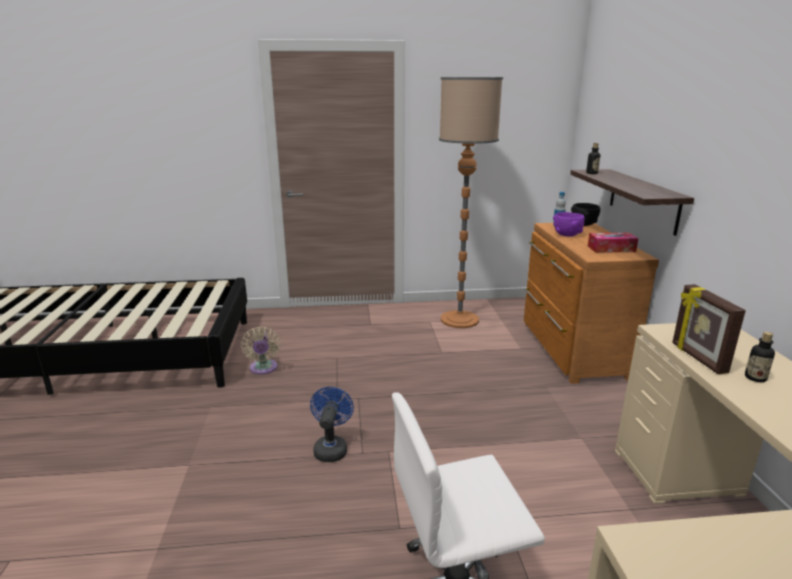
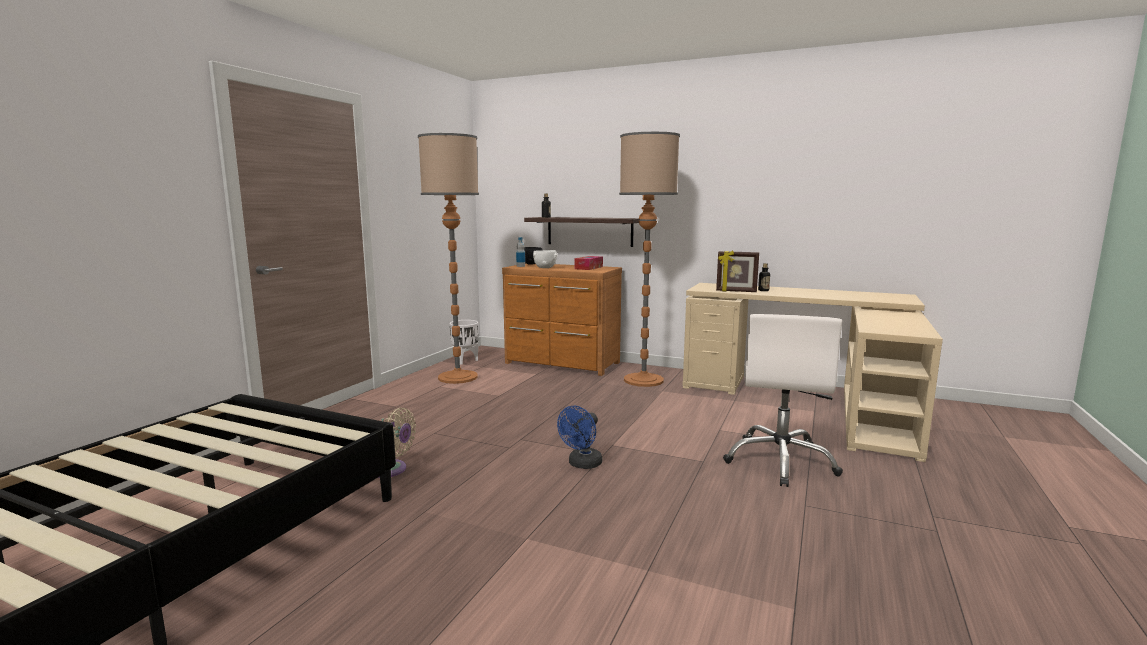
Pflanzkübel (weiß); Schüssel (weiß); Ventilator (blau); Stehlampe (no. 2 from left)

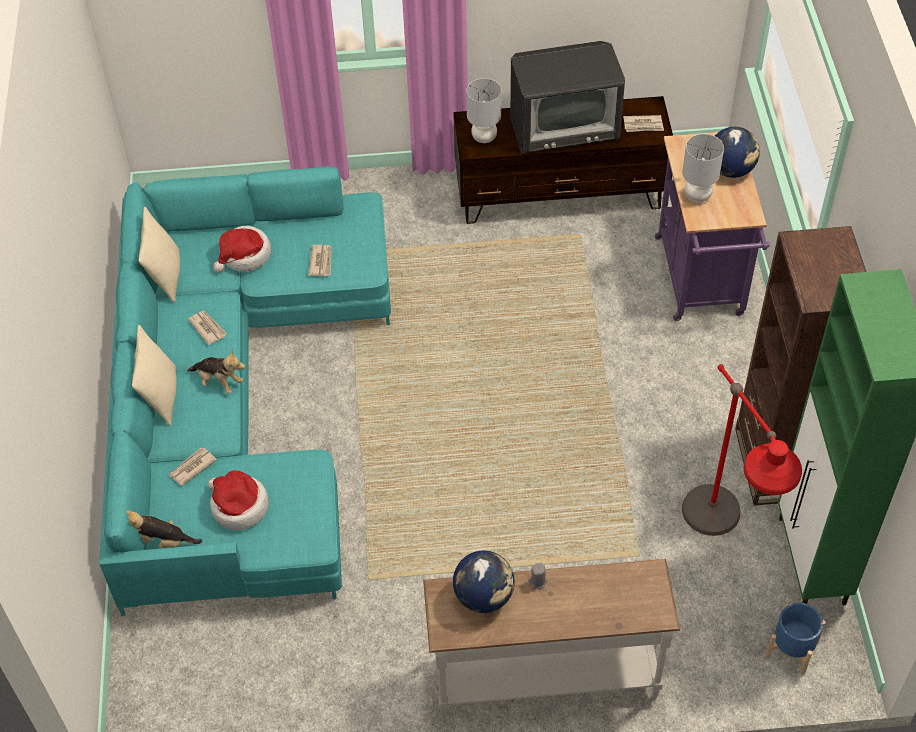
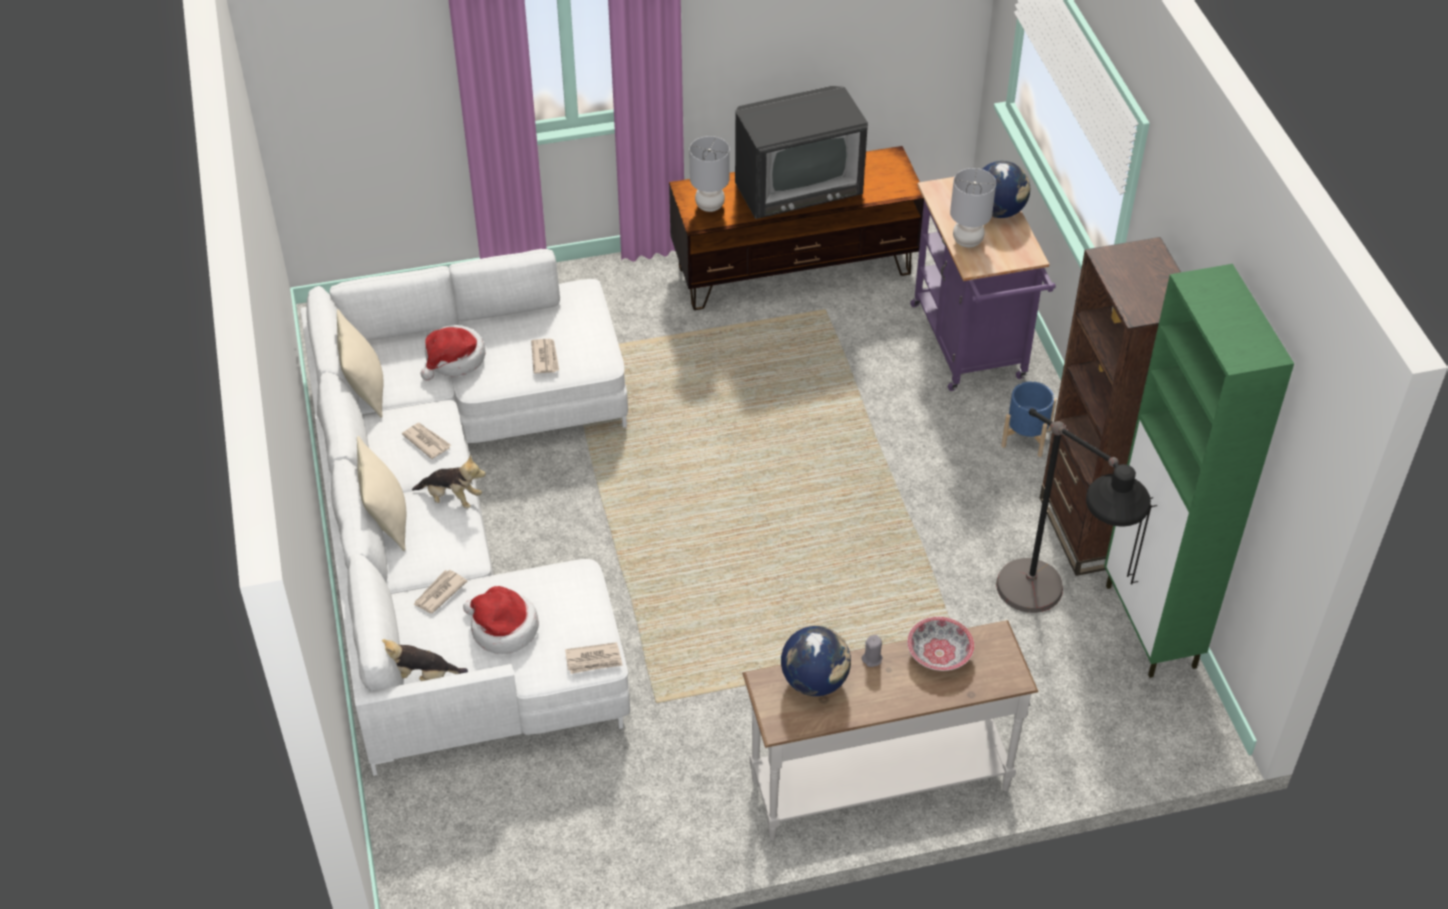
Sofa (weiß); Zeitung (no. 4 from left); Schüssel; Stehlampe (schwarz); Pflanzkübel (blau)

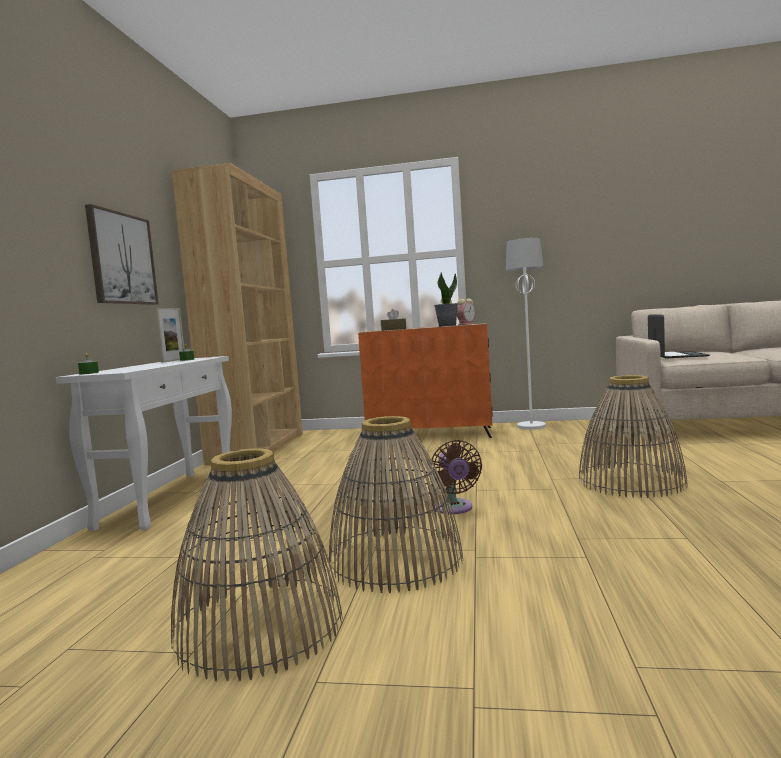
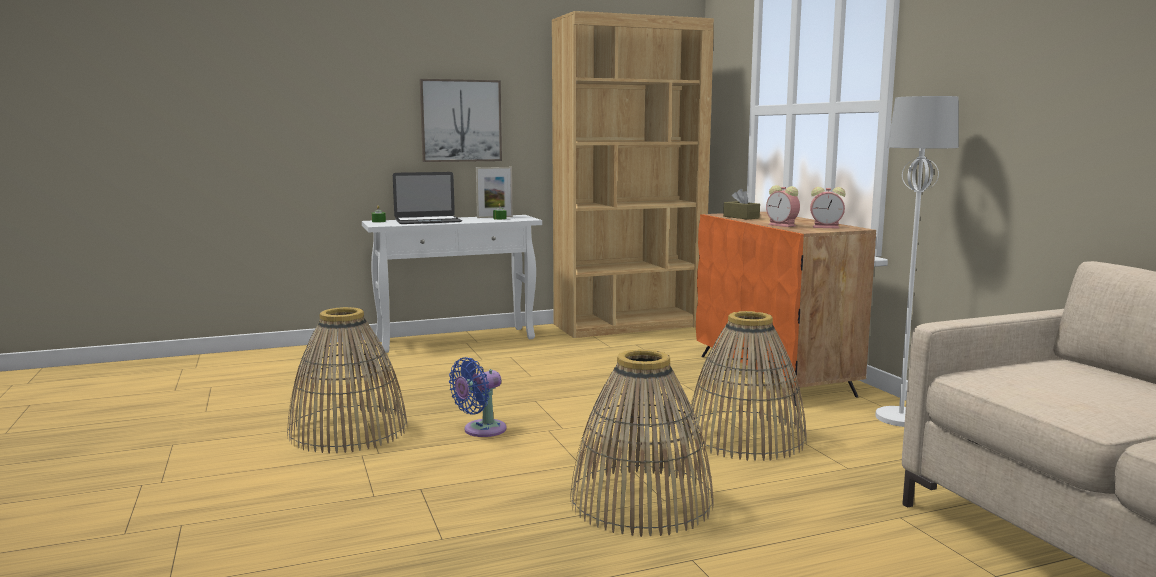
Laptop; Ventilator (blau); Korb (no. 3 from left); Wecker (no. 1 from left)

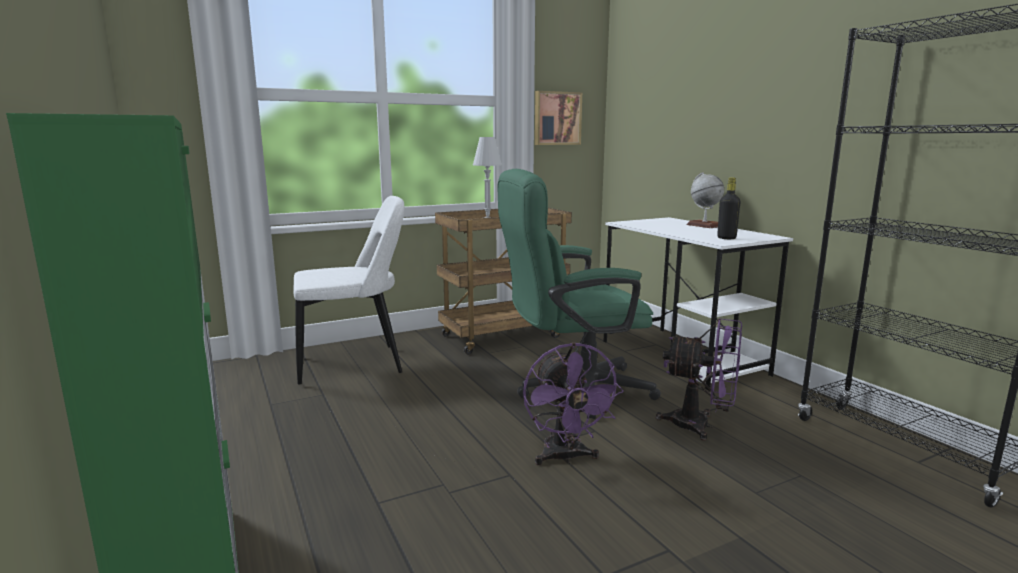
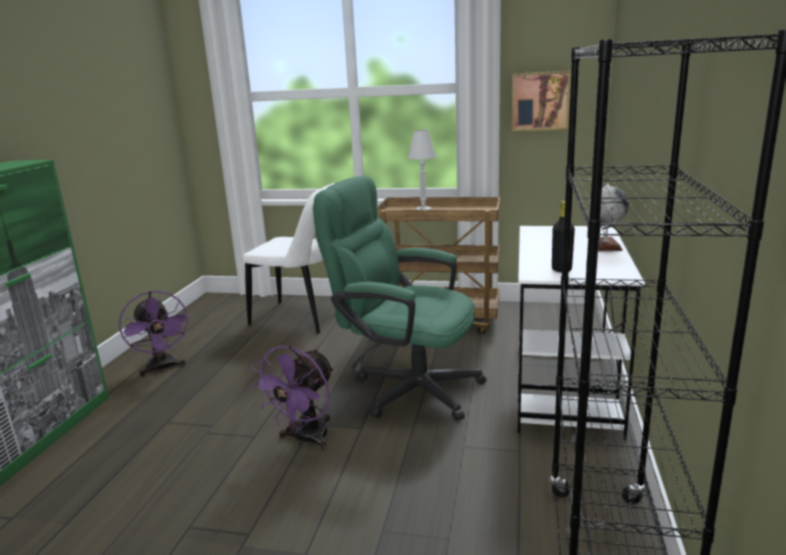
Ventilator (lila) (no. 1 from left)

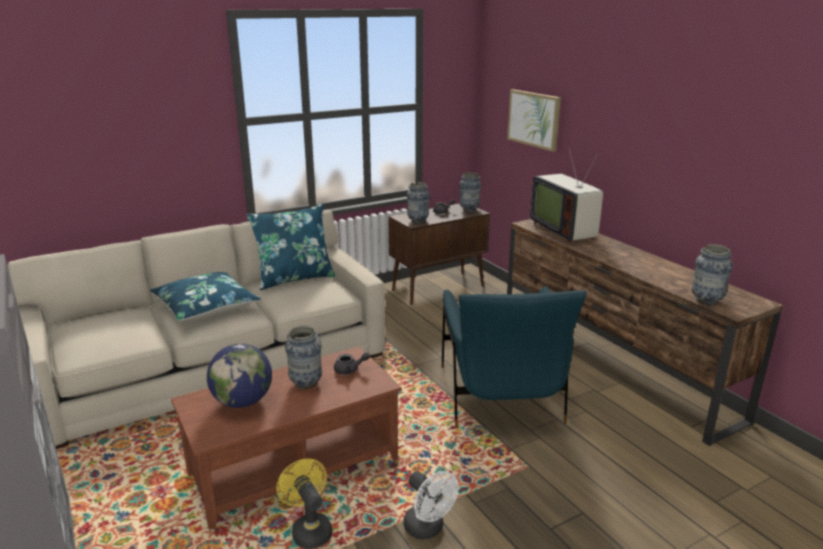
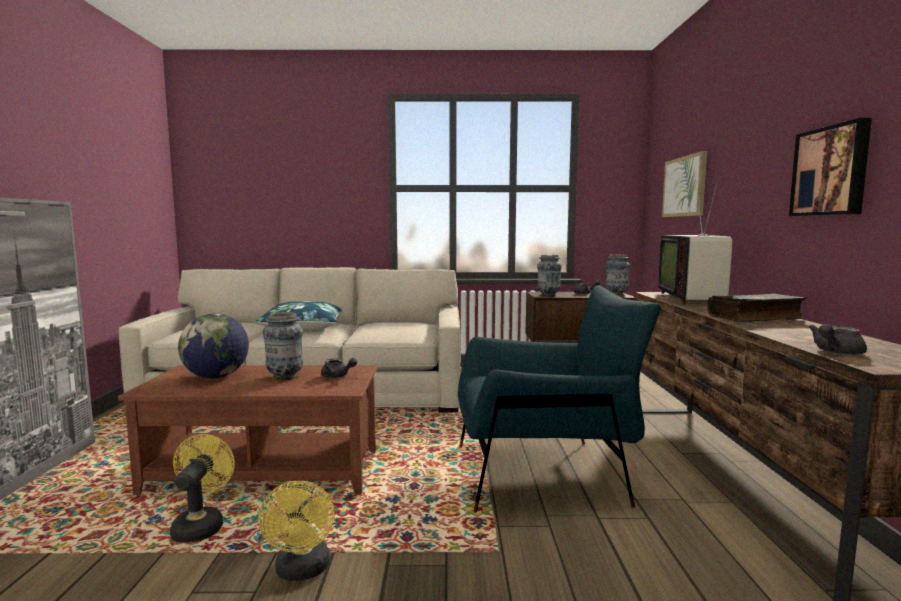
Ventilator (gelb) (no. 2 from left); Sessel (blau); Buch; Bild (no. 2 from left); Teekanne (grau) (no. 3 from left); Kissen (blau) (no. 2 from left in the first image)

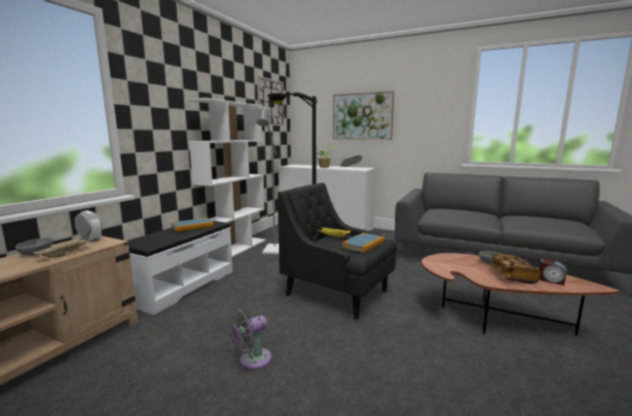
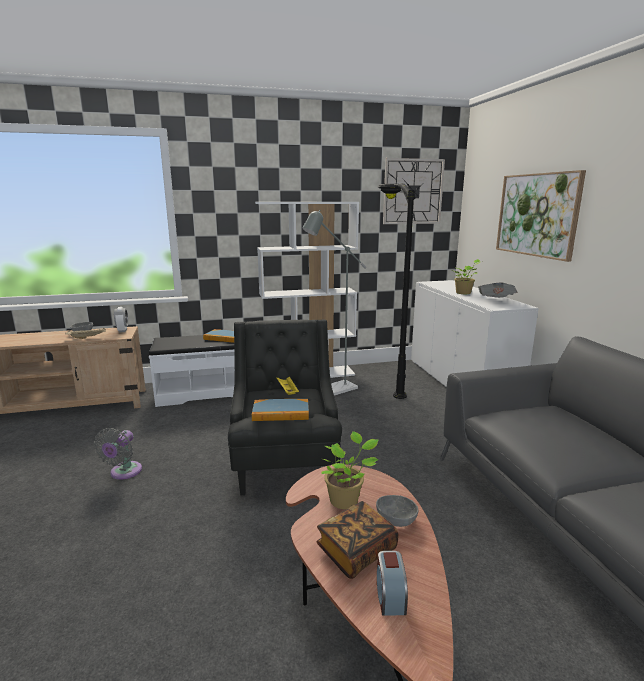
Ventilator (grau); Topfpflanze (no. 1 from left)

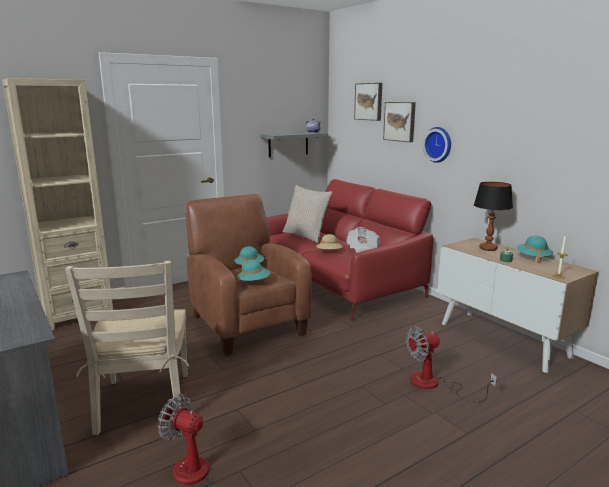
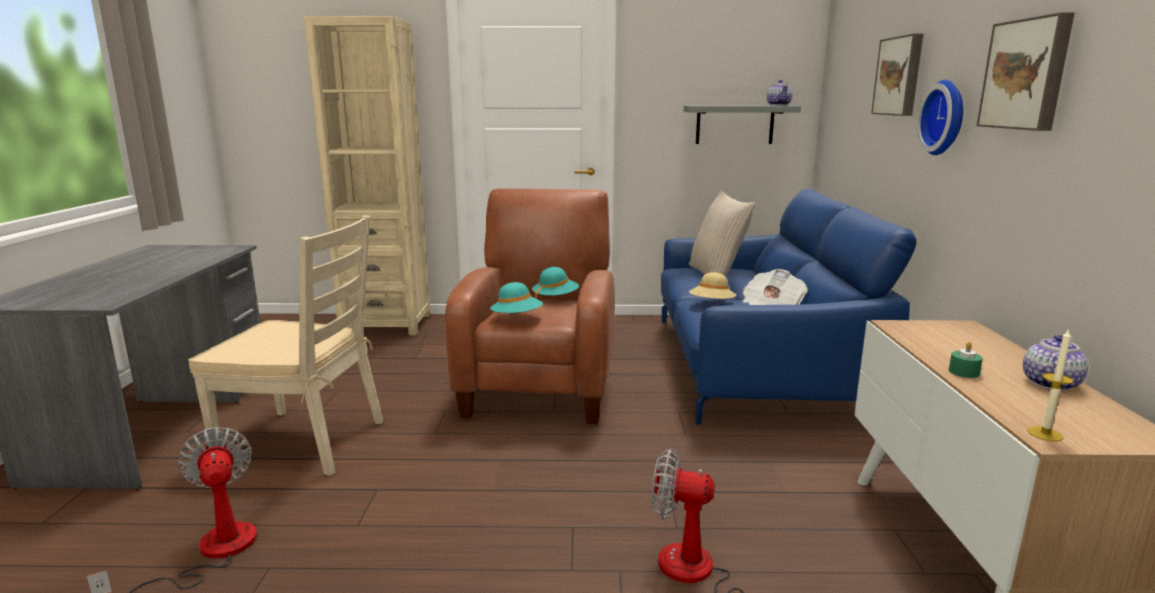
Stuhl (beige); Sofa (blau); Bild (no. 2 from left); Teekanne (no. 2 from left); Tischlampe

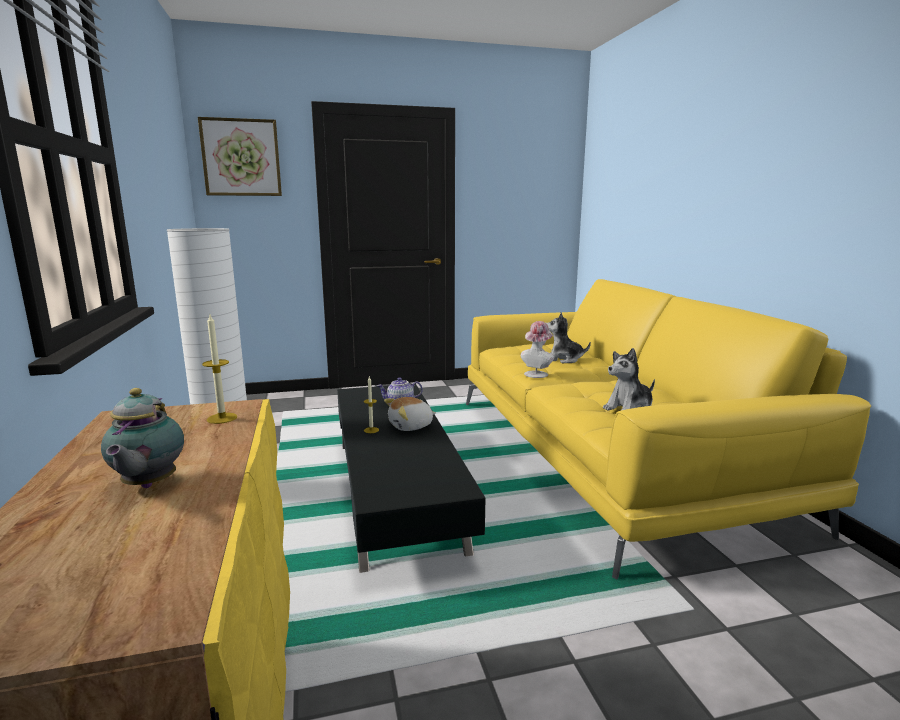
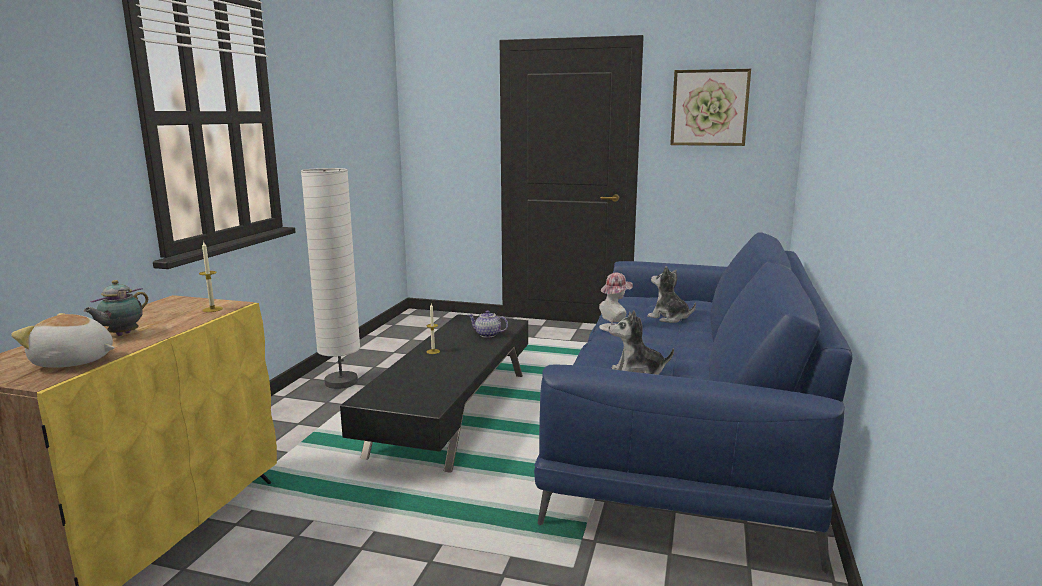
Plüschtier (no. 1 from left); Sofa (blau); Bild

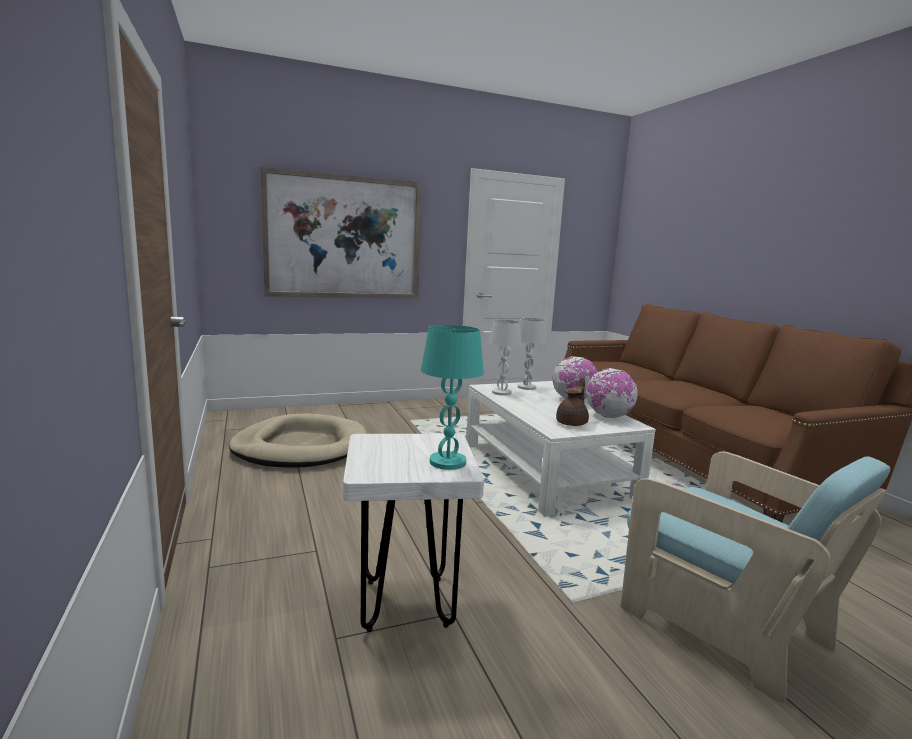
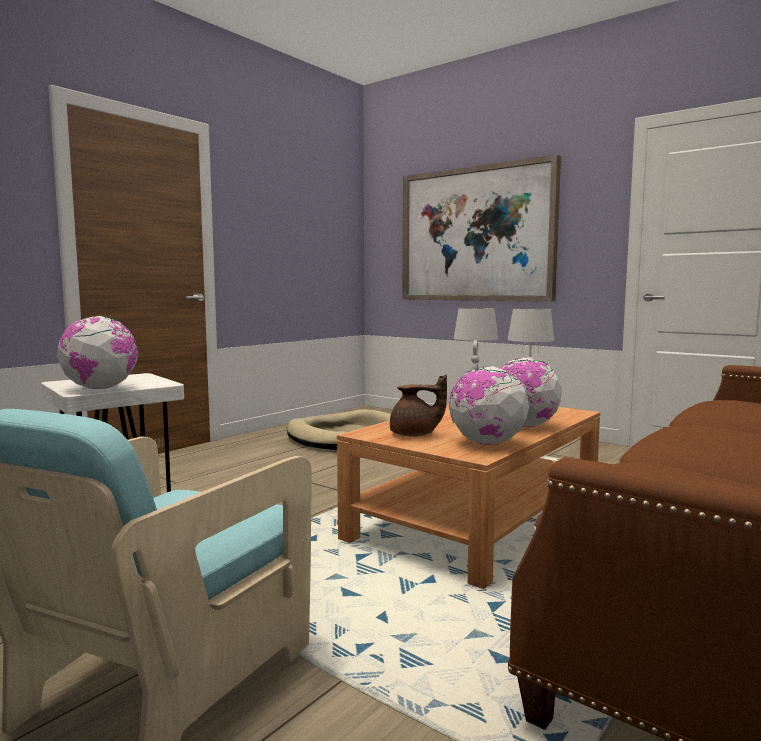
Globus (no. 1 from left); Couchtisch (braun)

